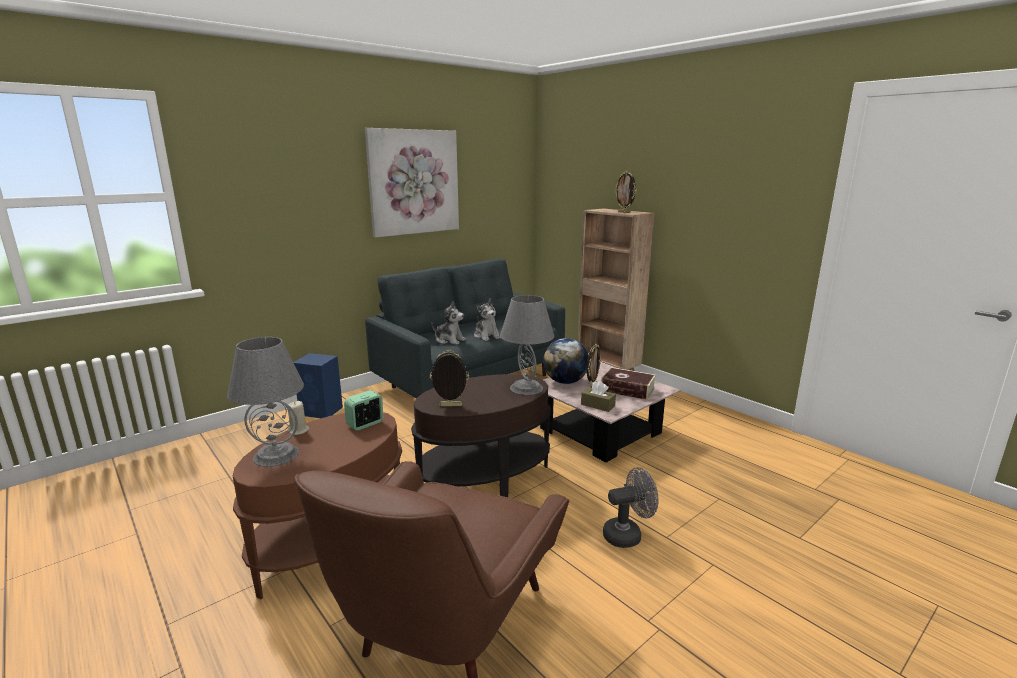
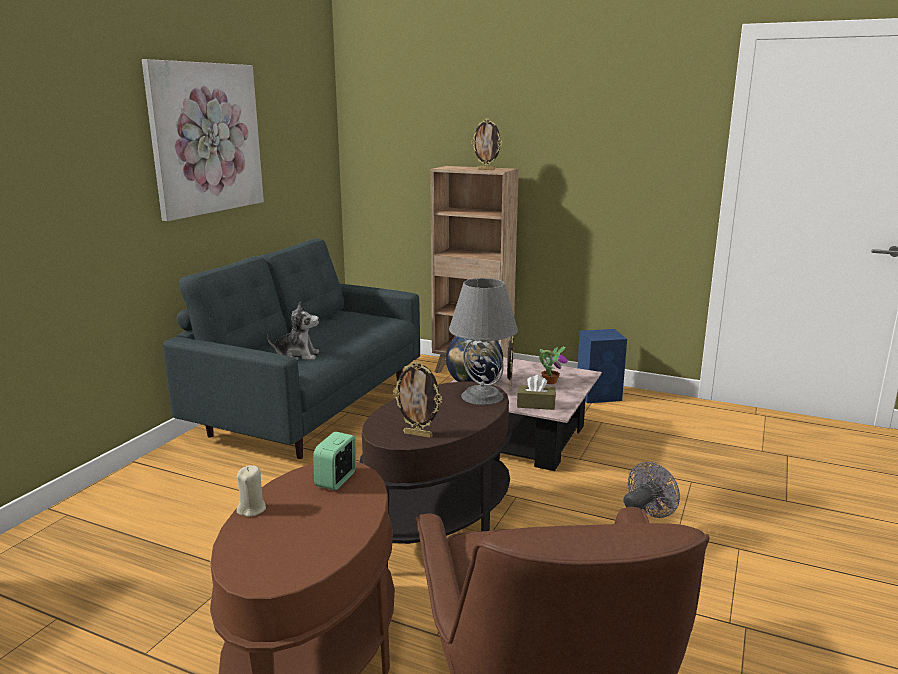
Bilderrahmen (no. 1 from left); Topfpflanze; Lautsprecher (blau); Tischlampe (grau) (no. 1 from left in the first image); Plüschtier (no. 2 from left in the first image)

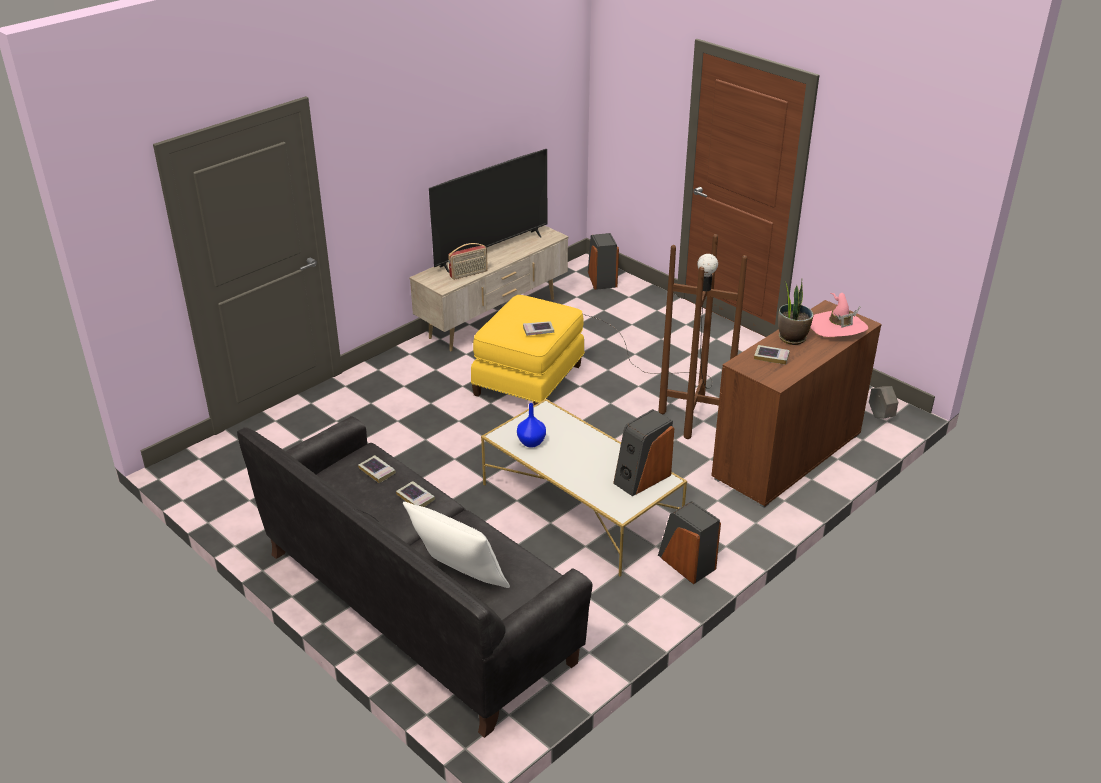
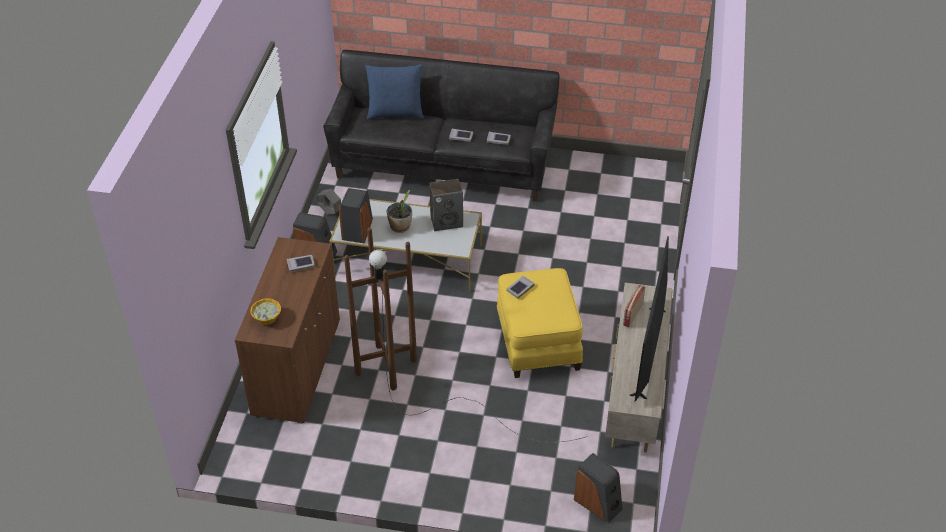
Schüssel; Pflanzkübel (grau); Kissen (blau); Topfpflanze; Lautsprecher (no. 3 from left)

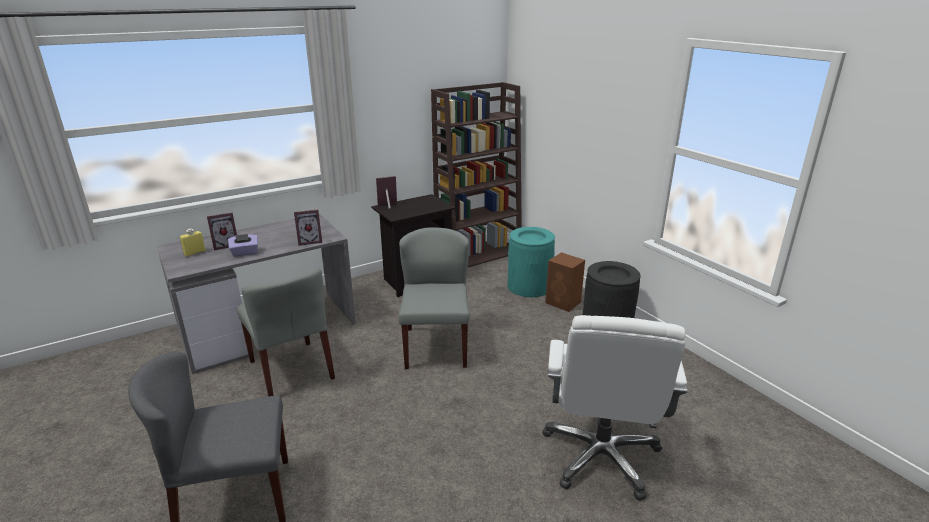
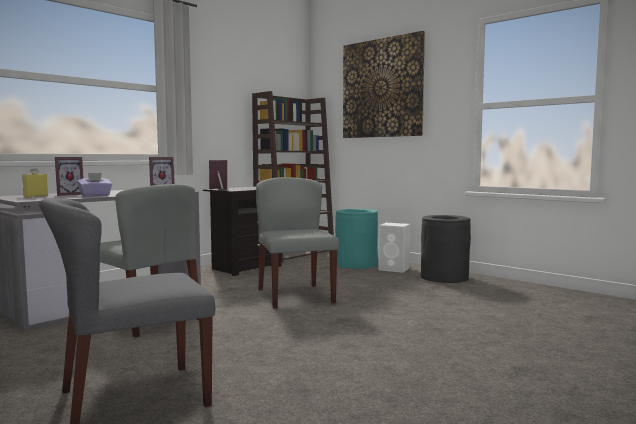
Bild; Lautsprecher (weiß); Bürostuhl (weiß)

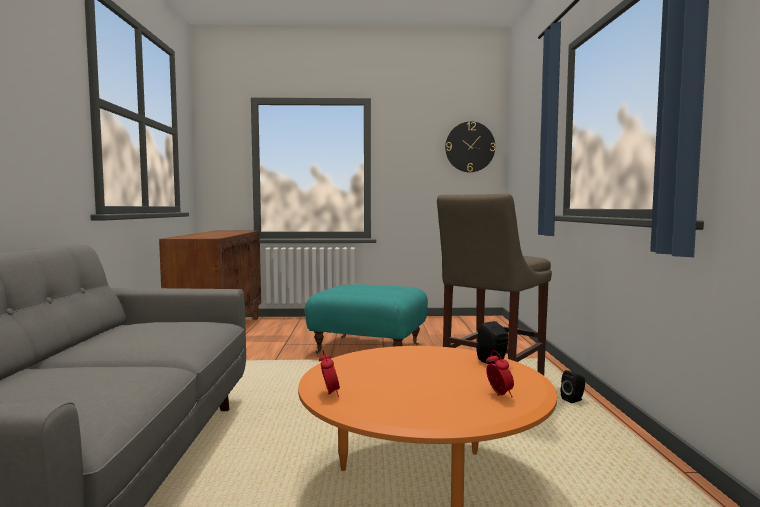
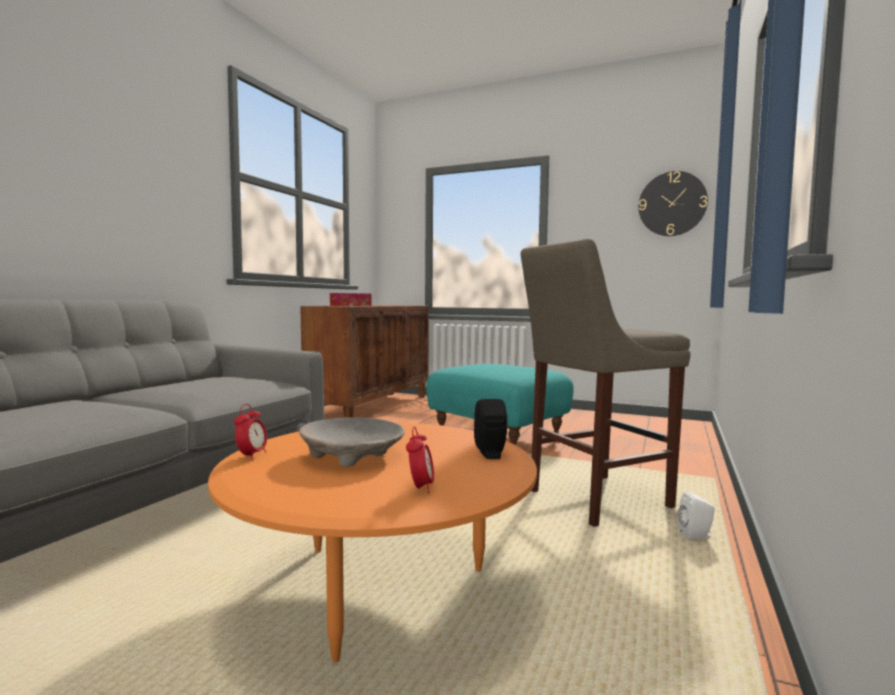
Schüssel (beige); Taschentuchbox; Lautsprecher (weiß)

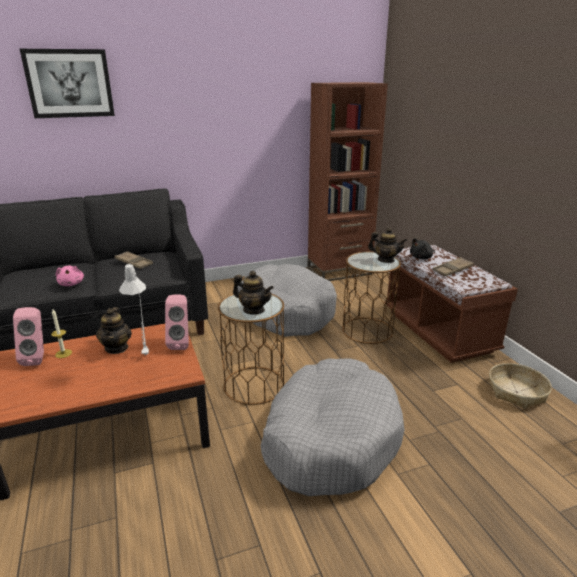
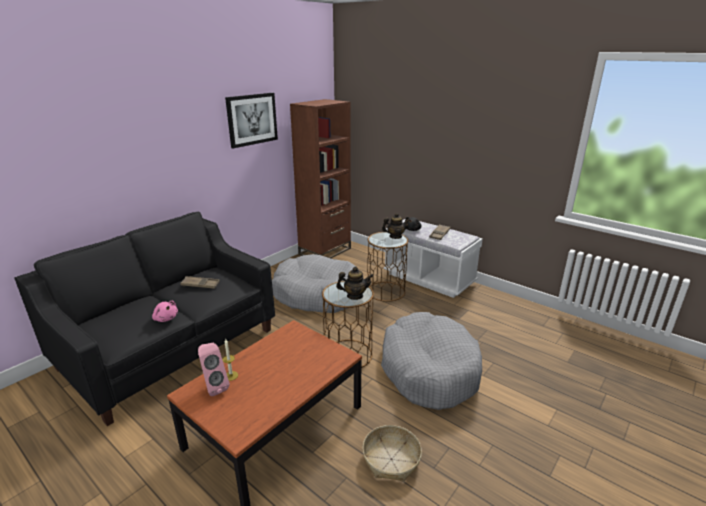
Bild; Korb; Bank (weiß); Teekanne (no. 1 from left in the first image); Tischlampe (grau); Lautsprecher (rosa) (no. 2 from left in the first image)

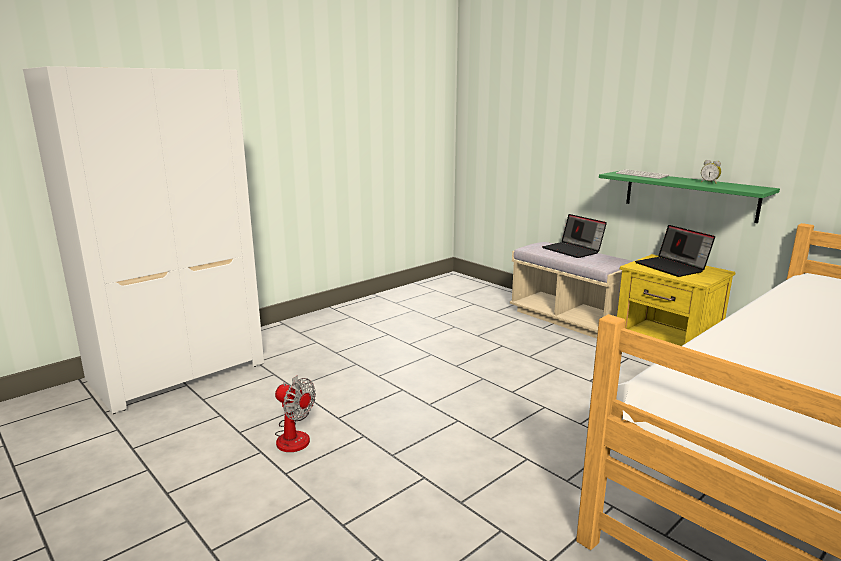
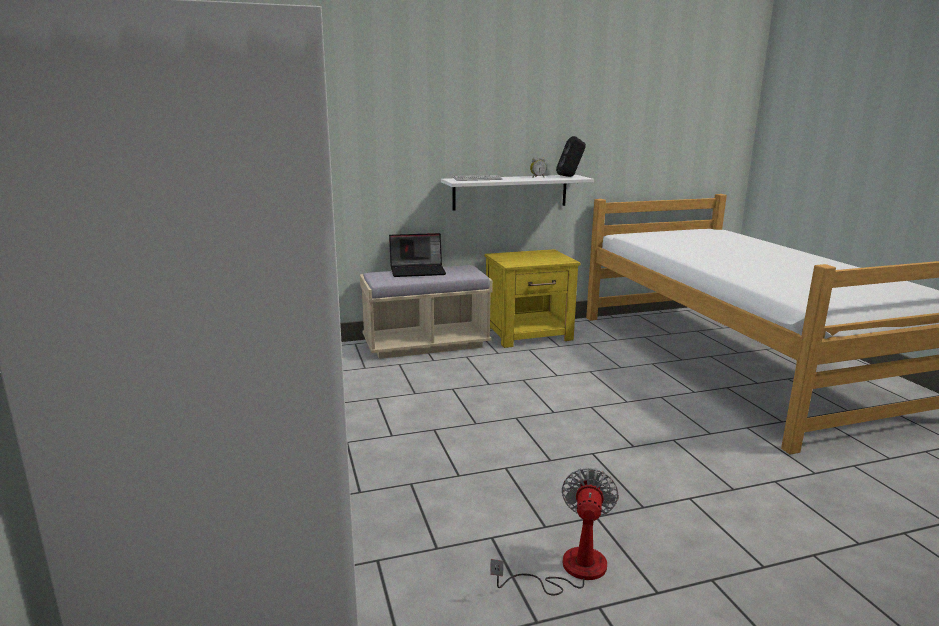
Wandregal (weiß); Ventilator; Lautsprecher (schwarz); Laptop (no. 2 from left in the first image)

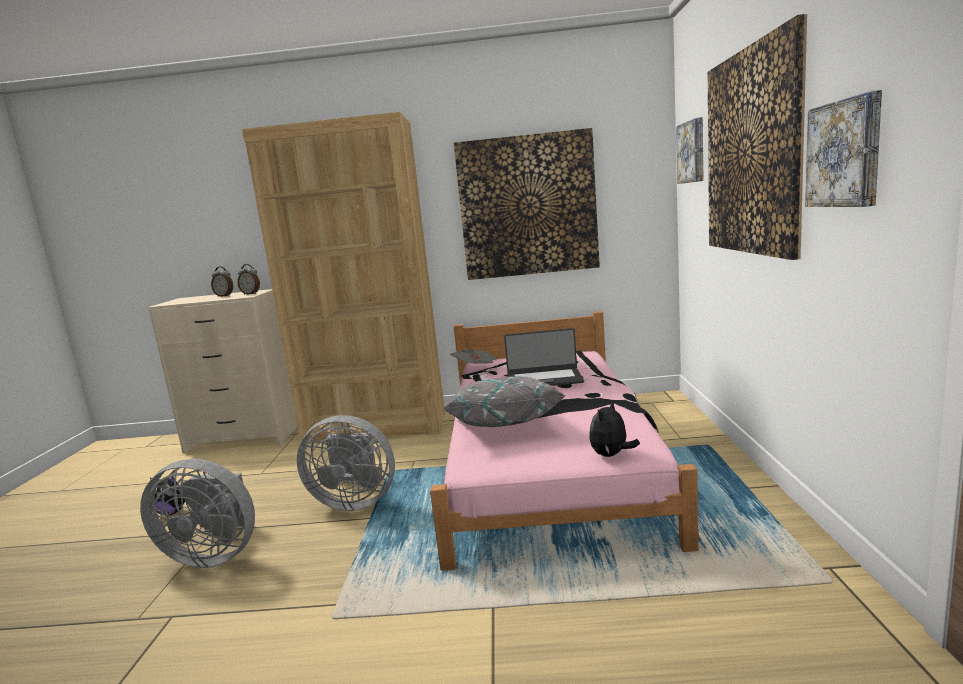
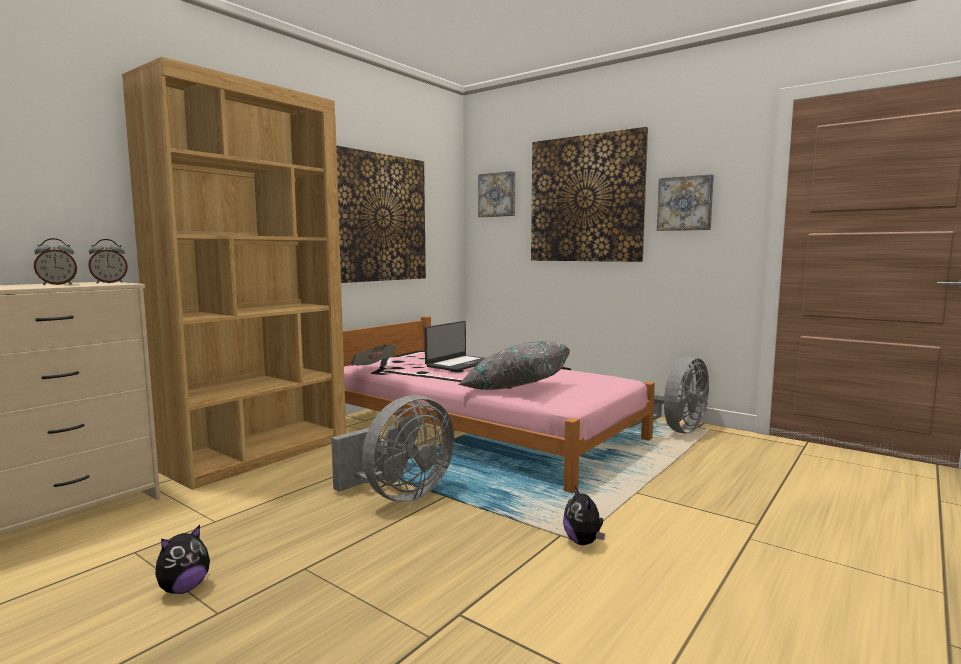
Plüschtier (no. 2 from left); Ventilator (grau) (no. 2 from left)

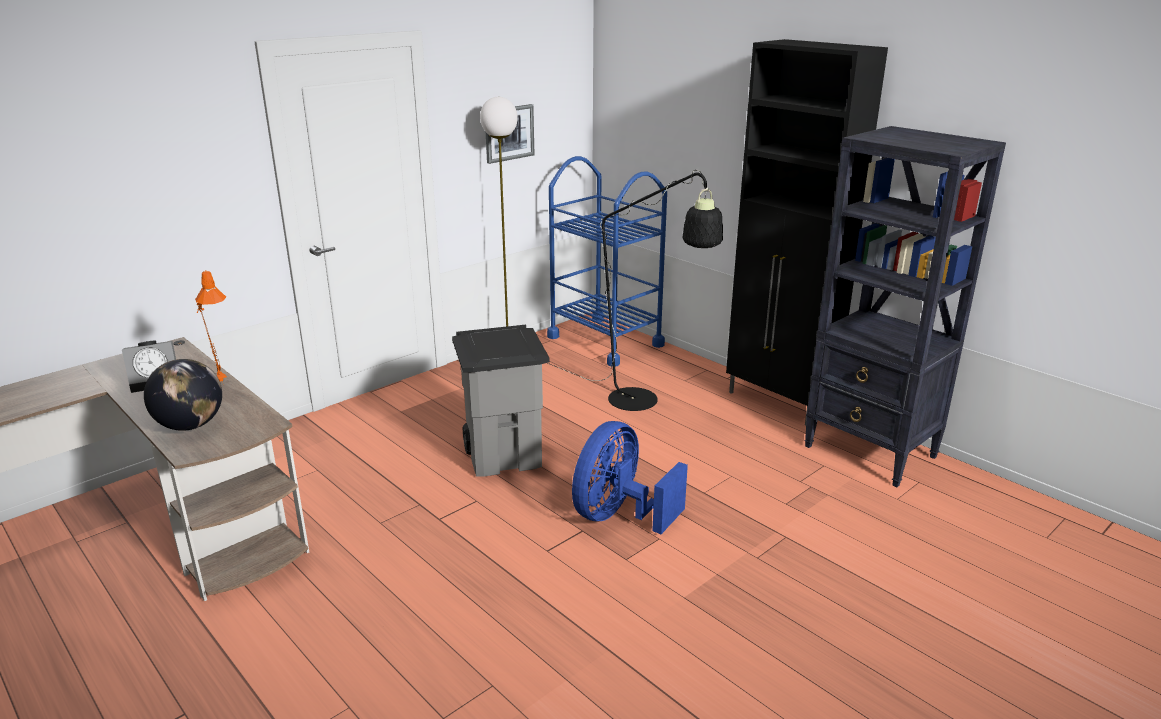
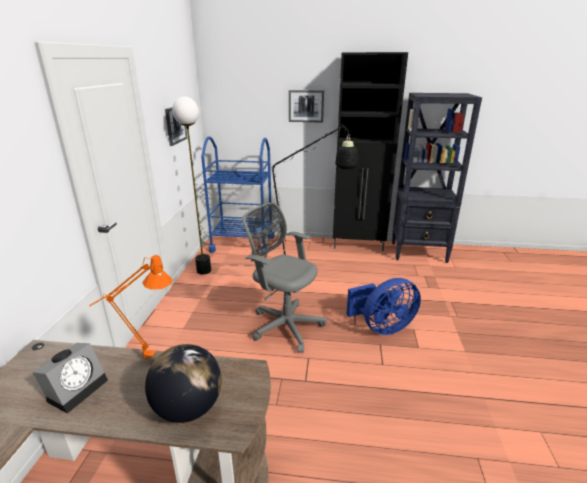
Bürostuhl (grau); Bild (no. 2 from left); Ventilator (blau)

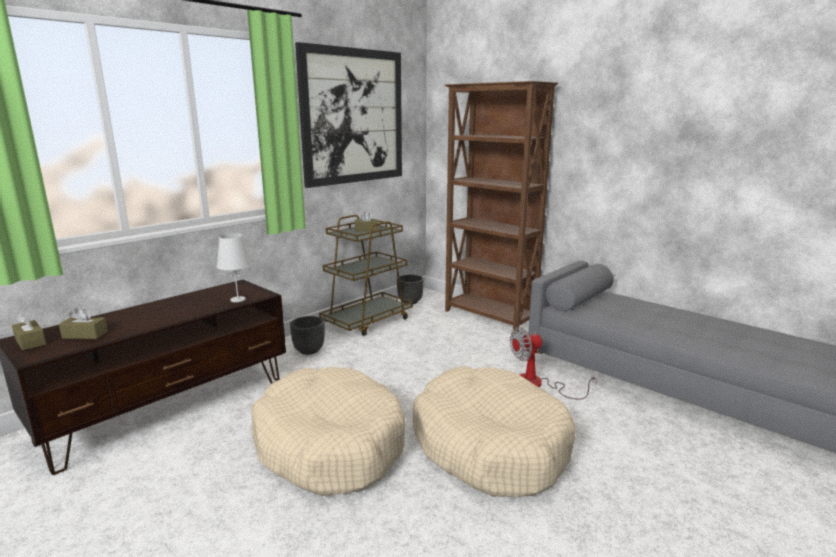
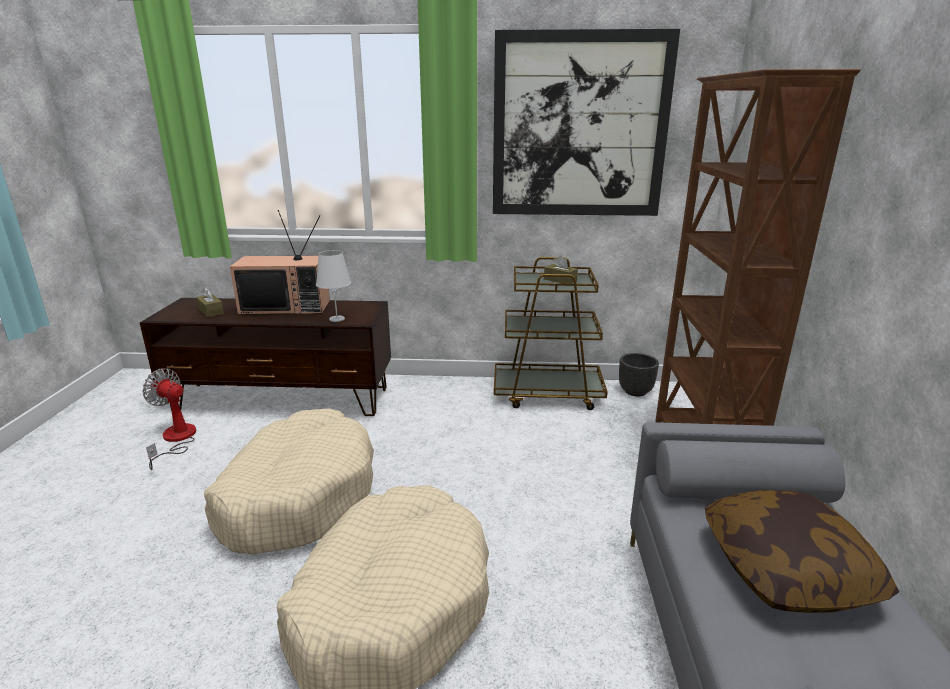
Ventilator; Fernseher; Kissen; Taschentuchbox (braun) (no. 1 from left in the first image); Pflanzkübel (schwarz) (no. 1 from left in the first image)

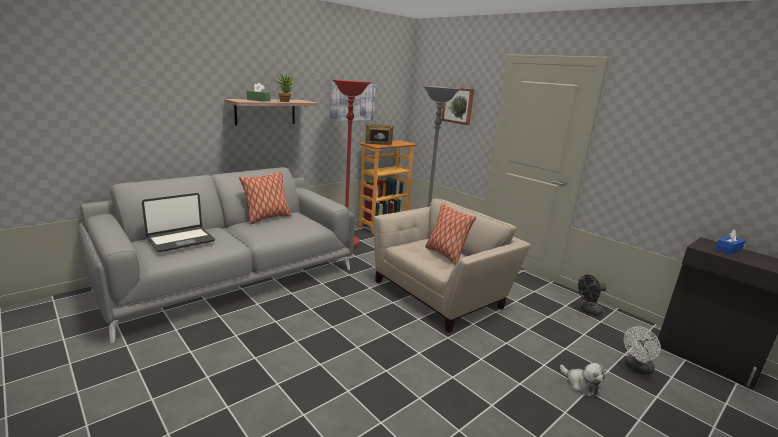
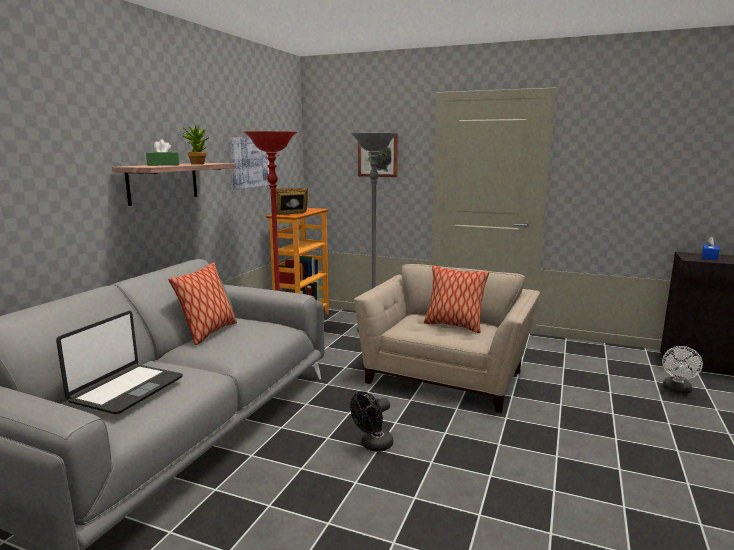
Ventilator (schwarz); Plüschtier

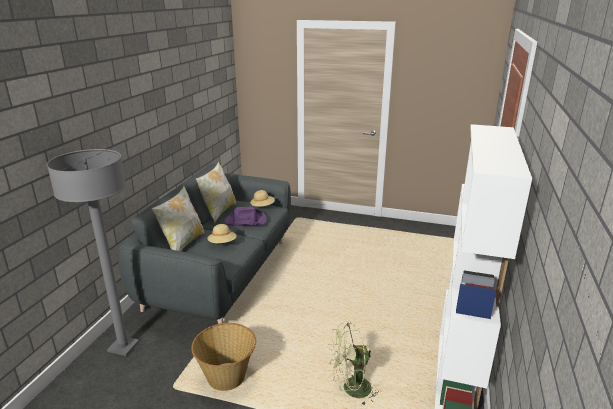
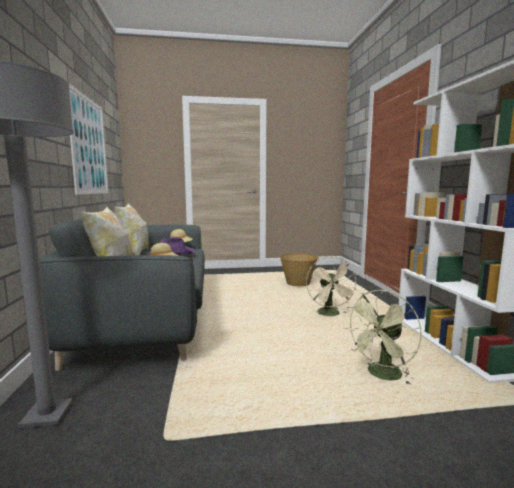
Bild; Korb; Ventilator (beige)

